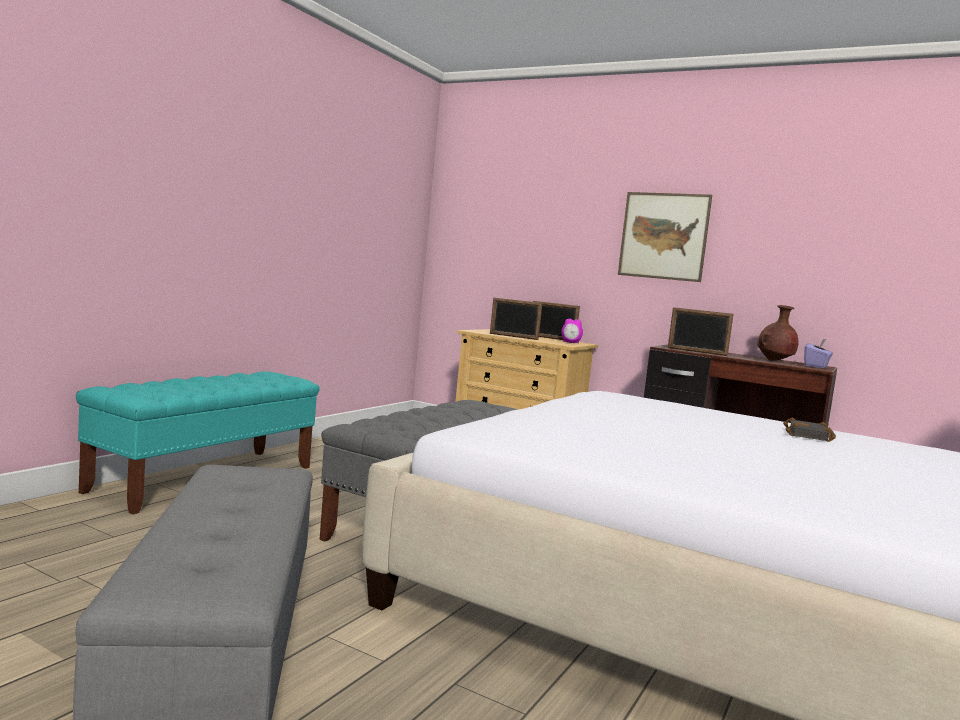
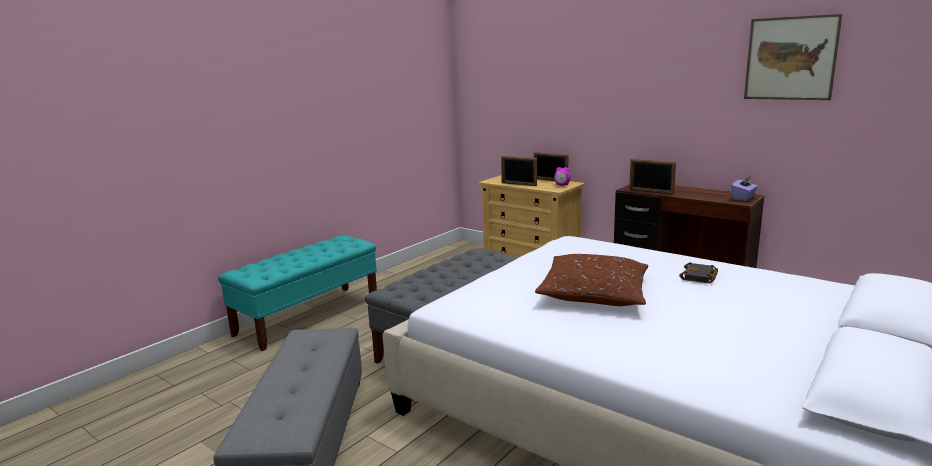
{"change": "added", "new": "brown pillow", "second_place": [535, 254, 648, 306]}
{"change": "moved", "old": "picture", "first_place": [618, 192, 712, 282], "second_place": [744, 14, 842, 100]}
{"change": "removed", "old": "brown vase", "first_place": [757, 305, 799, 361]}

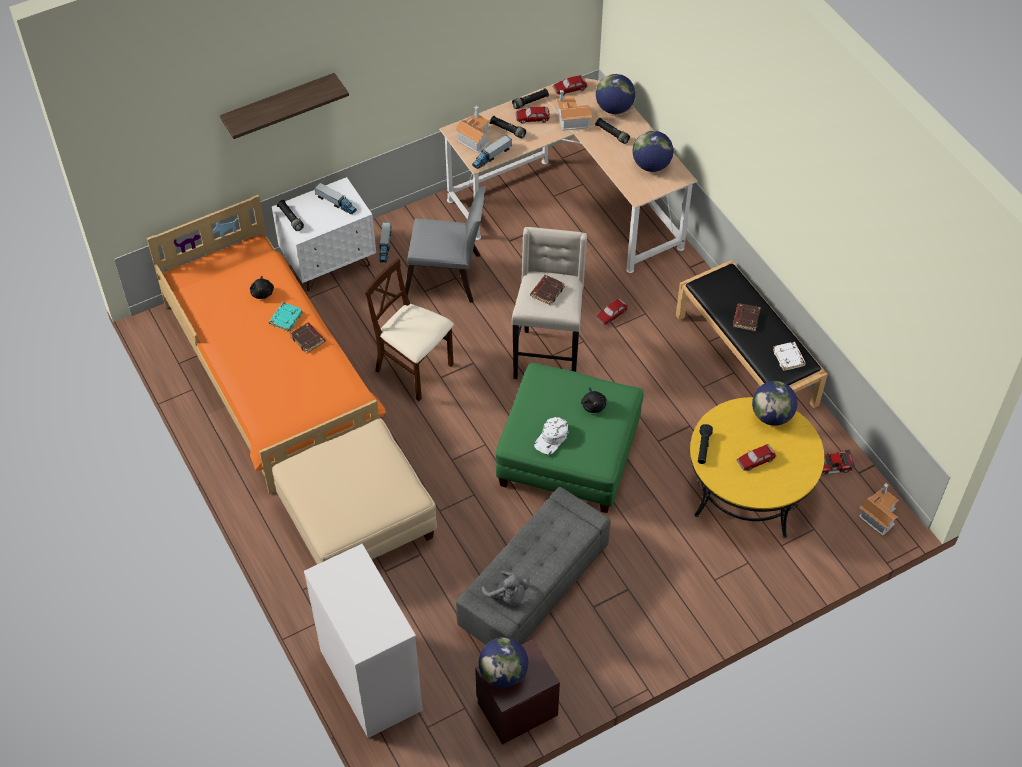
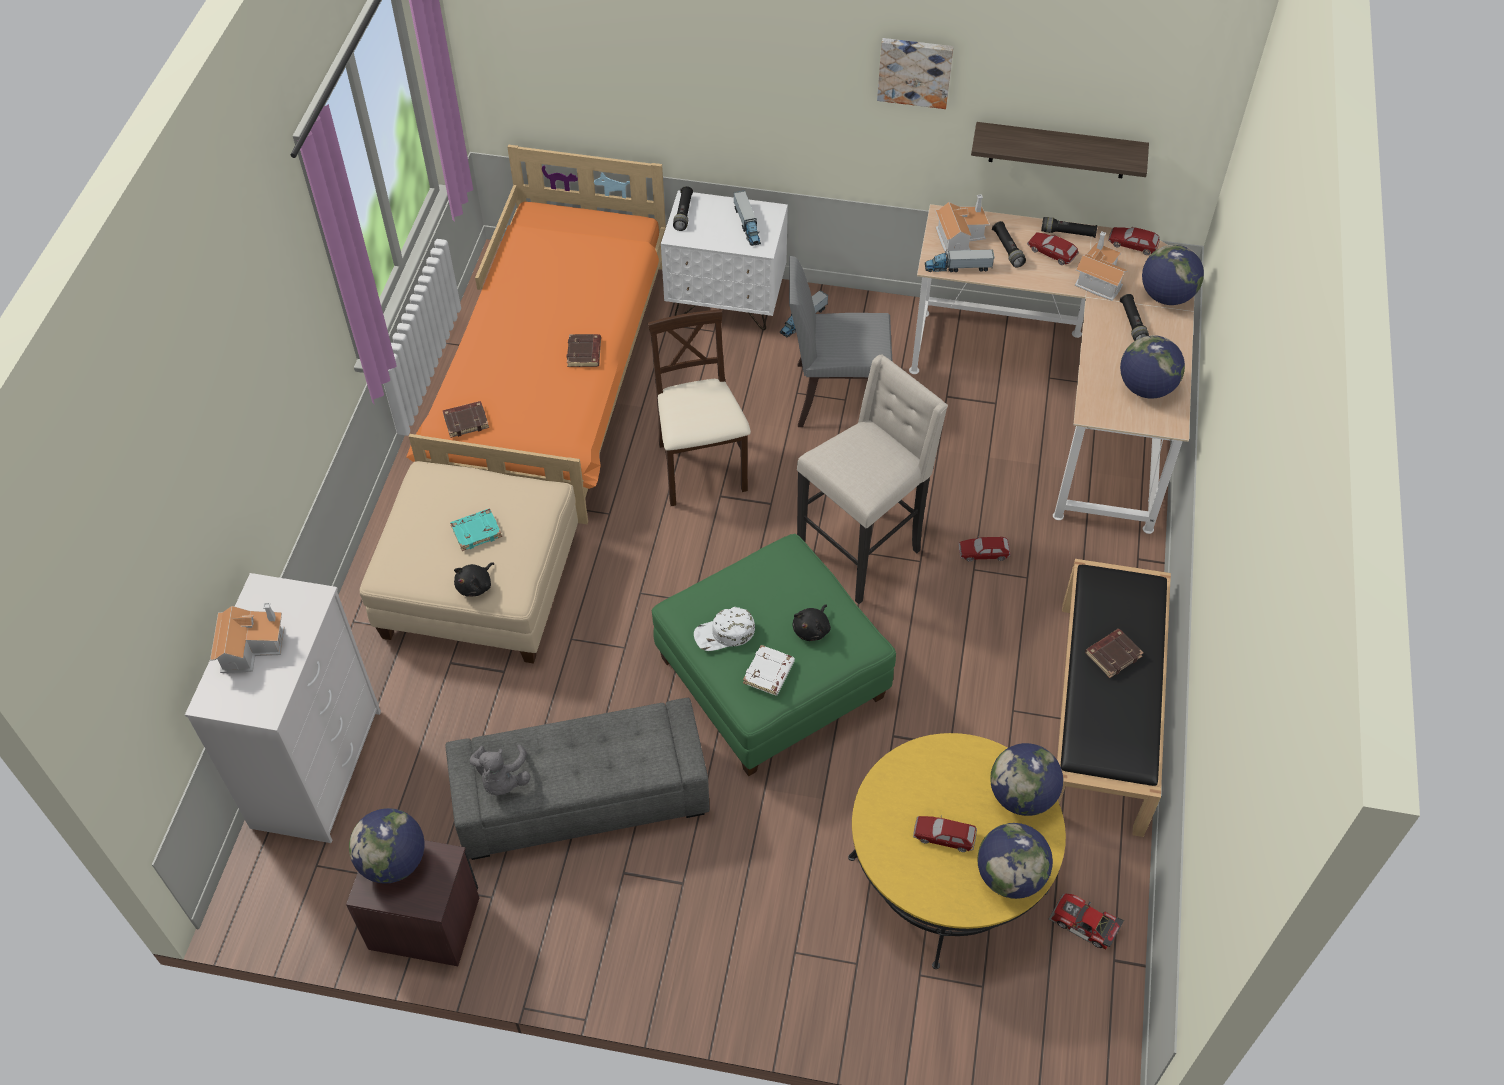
{"change": "moved", "old": "toy house", "first_place": [859, 483, 899, 536], "second_place": [210, 603, 285, 673]}
{"change": "moved", "old": "brown book", "first_place": [530, 275, 565, 306], "second_place": [443, 401, 489, 438]}
{"change": "moved", "old": "turquoise book", "first_place": [269, 302, 303, 332], "second_place": [450, 508, 502, 551]}
{"change": "moved", "old": "black plush toy", "first_place": [250, 276, 274, 299], "second_place": [454, 562, 494, 597]}
{"change": "moved", "old": "white book", "first_place": [773, 342, 806, 371], "second_place": [743, 645, 795, 695]}
{"change": "turned", "old": "grey chair", "first_place": [405, 186, 486, 303], "second_place": [789, 256, 893, 427], "degrees": 135}
{"change": "added", "new": "picture", "second_place": [877, 38, 954, 109]}
{"change": "moved", "old": "shelf", "first_place": [220, 73, 349, 139], "second_place": [971, 122, 1149, 178]}
{"change": "added", "new": "globe", "second_place": [977, 823, 1053, 899]}
{"change": "removed", "old": "black flashlight", "first_place": [698, 424, 713, 464]}

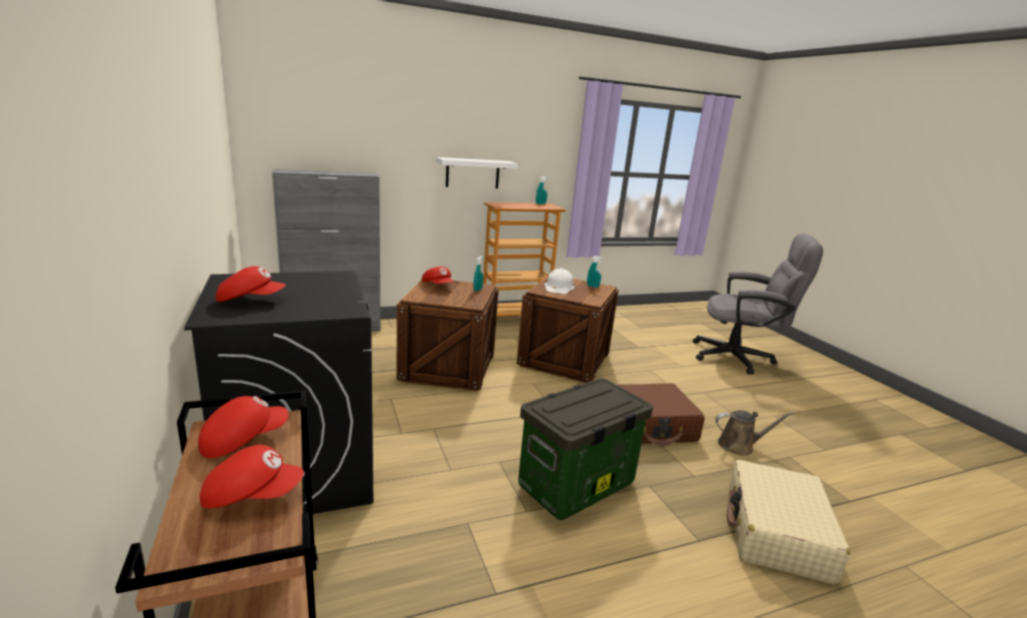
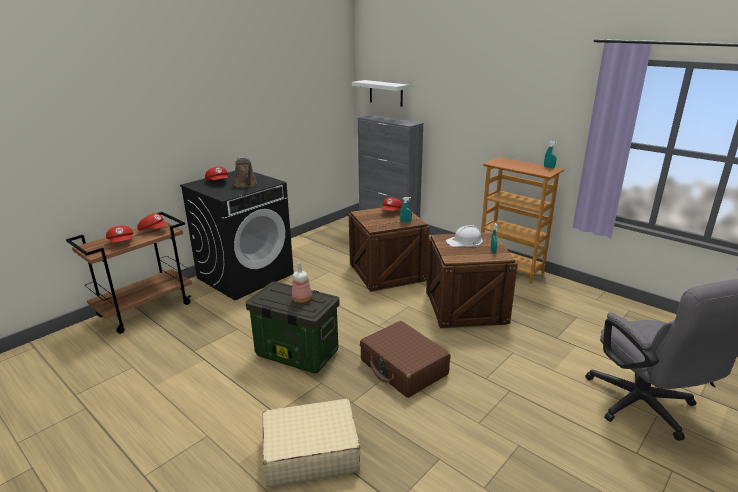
{"change": "moved", "old": "brown watering can", "first_place": [715, 410, 794, 456], "second_place": [234, 157, 257, 187]}
{"change": "added", "new": "bottle", "second_place": [292, 262, 312, 303]}
{"change": "moved", "old": "white shelf", "first_place": [436, 157, 518, 189], "second_place": [352, 80, 409, 107]}

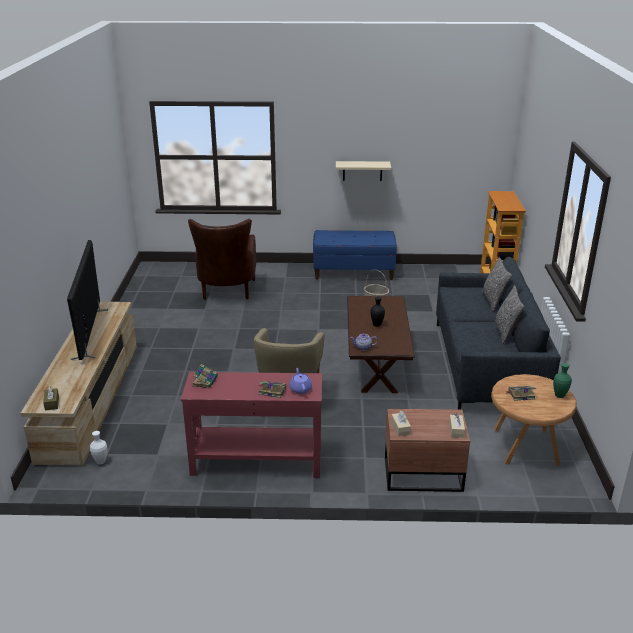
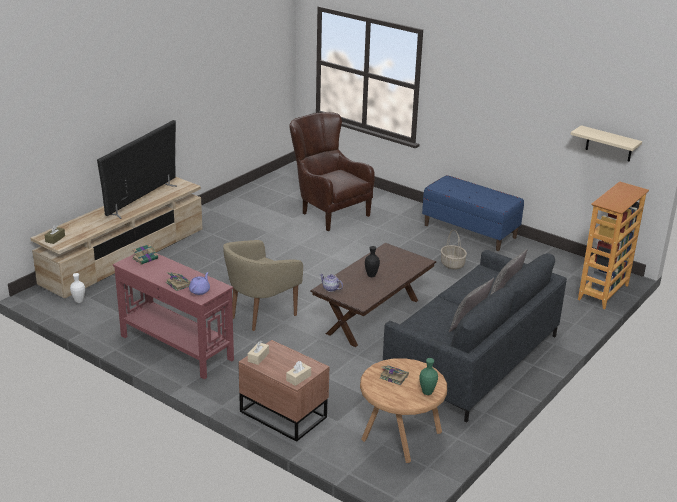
{"change": "turned", "old": "brown armchair", "first_place": [188, 219, 256, 299], "second_place": [289, 112, 375, 231], "degrees": 105}
{"change": "moved", "old": "beige shelf", "first_place": [336, 161, 391, 181], "second_place": [570, 125, 642, 162]}

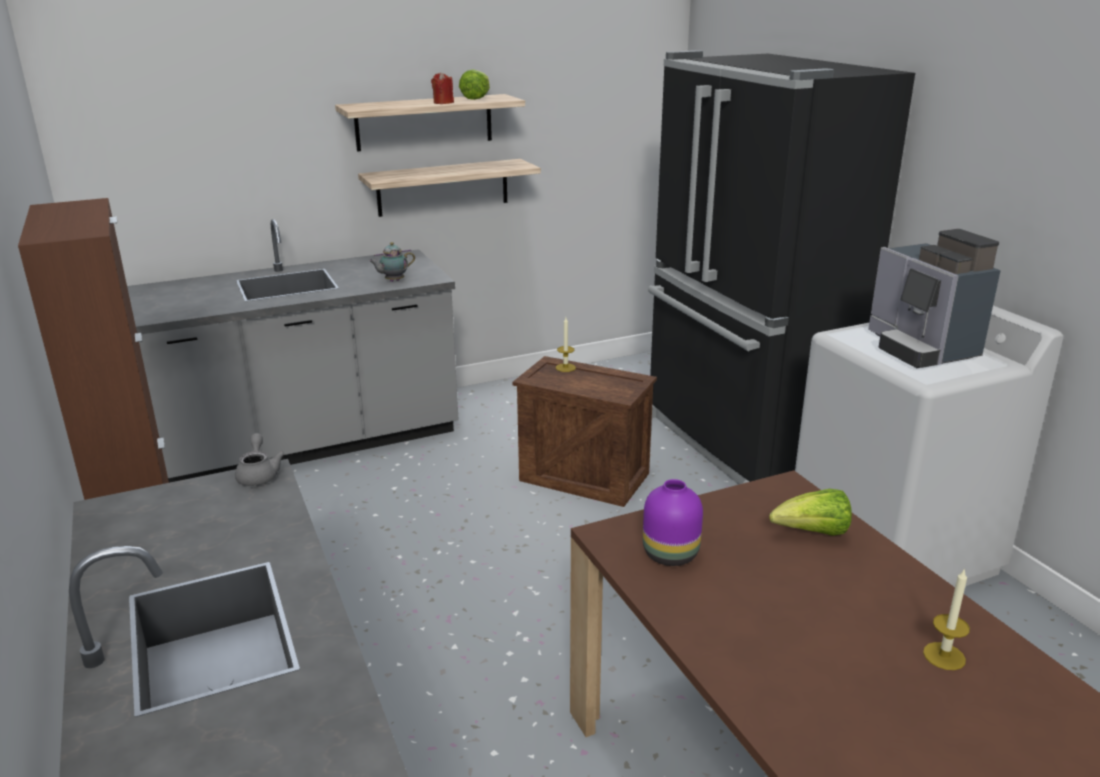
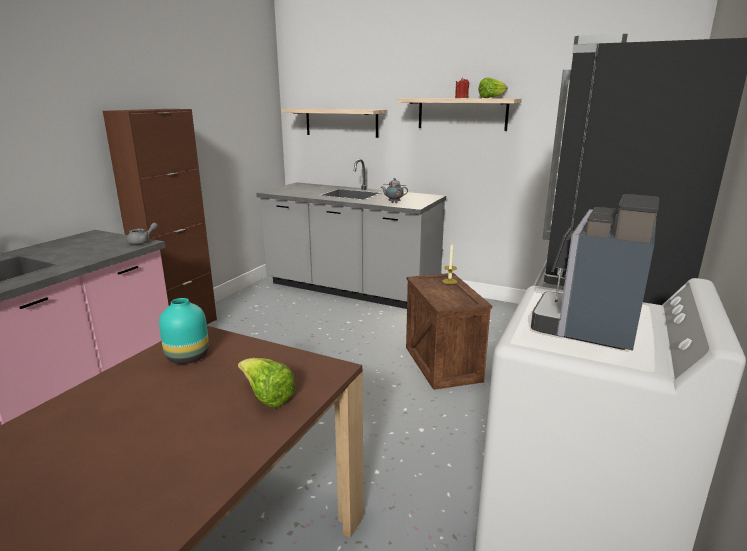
{"change": "recoloured", "old": "purple vase", "new": "turquoise vase", "first_place": [643, 479, 703, 566], "second_place": [159, 298, 209, 364]}
{"change": "moved", "old": "shelf", "first_place": [358, 159, 541, 217], "second_place": [281, 108, 388, 138]}
{"change": "removed", "old": "candle", "first_place": [923, 568, 970, 670]}

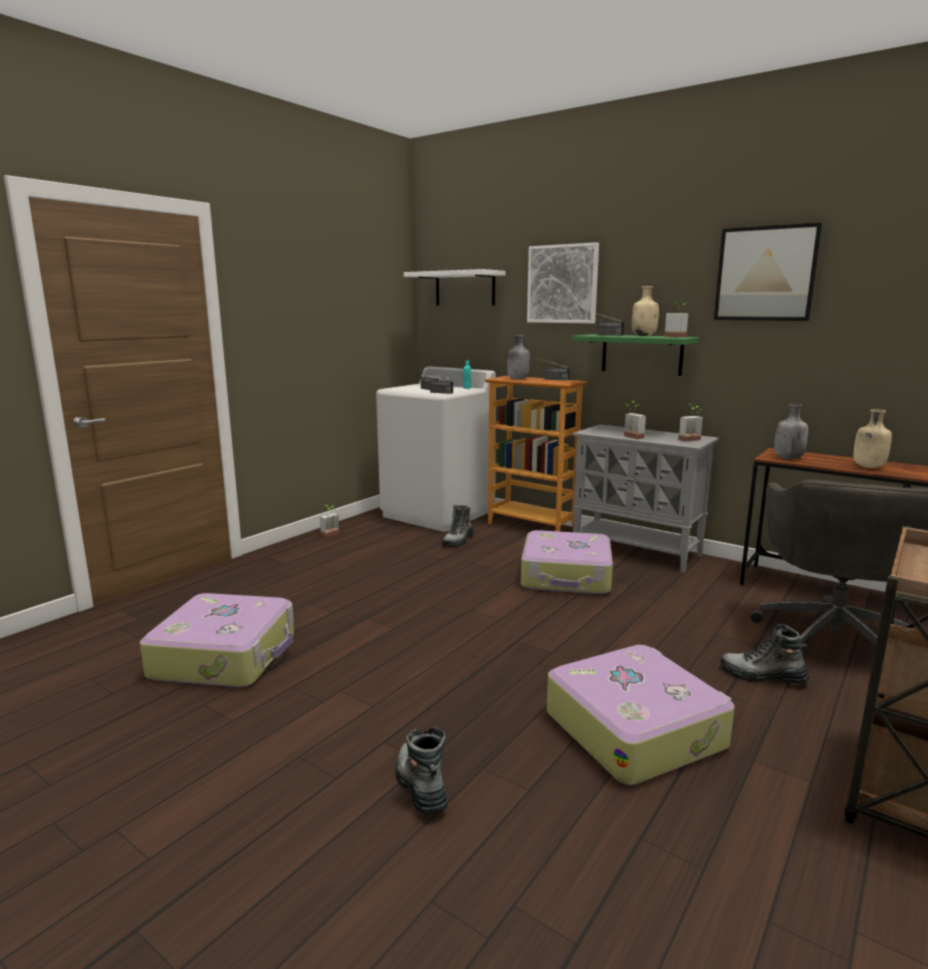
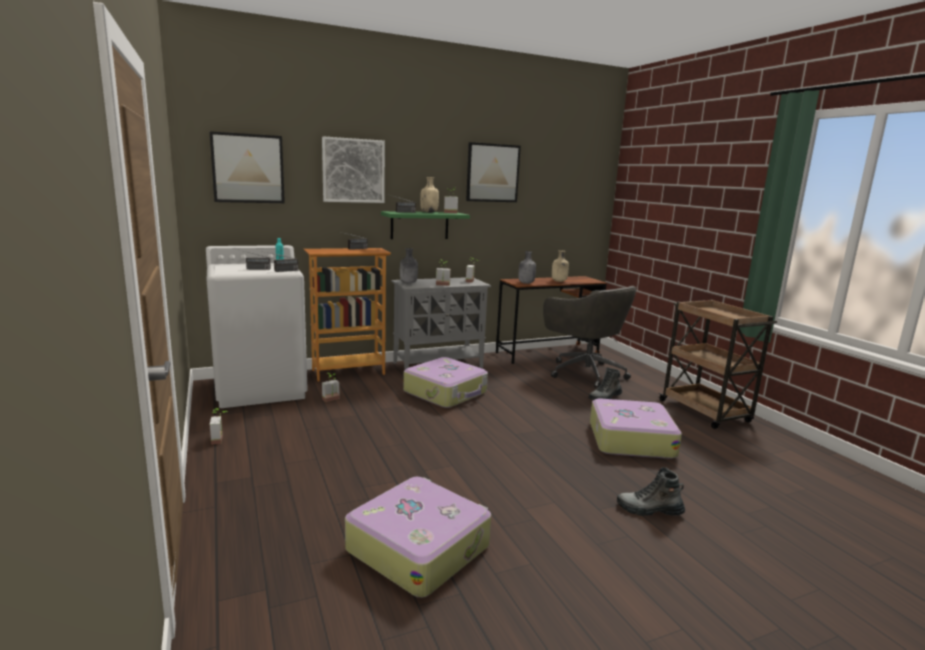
{"change": "replaced", "old": "white shelf", "new": "picture", "first_place": [404, 269, 506, 306], "second_place": [209, 131, 285, 203]}
{"change": "replaced", "old": "boot", "new": "potted plant", "first_place": [442, 505, 474, 547], "second_place": [322, 373, 340, 402]}
{"change": "moved", "old": "grey bottle", "first_place": [507, 335, 530, 379], "second_place": [400, 248, 418, 283]}

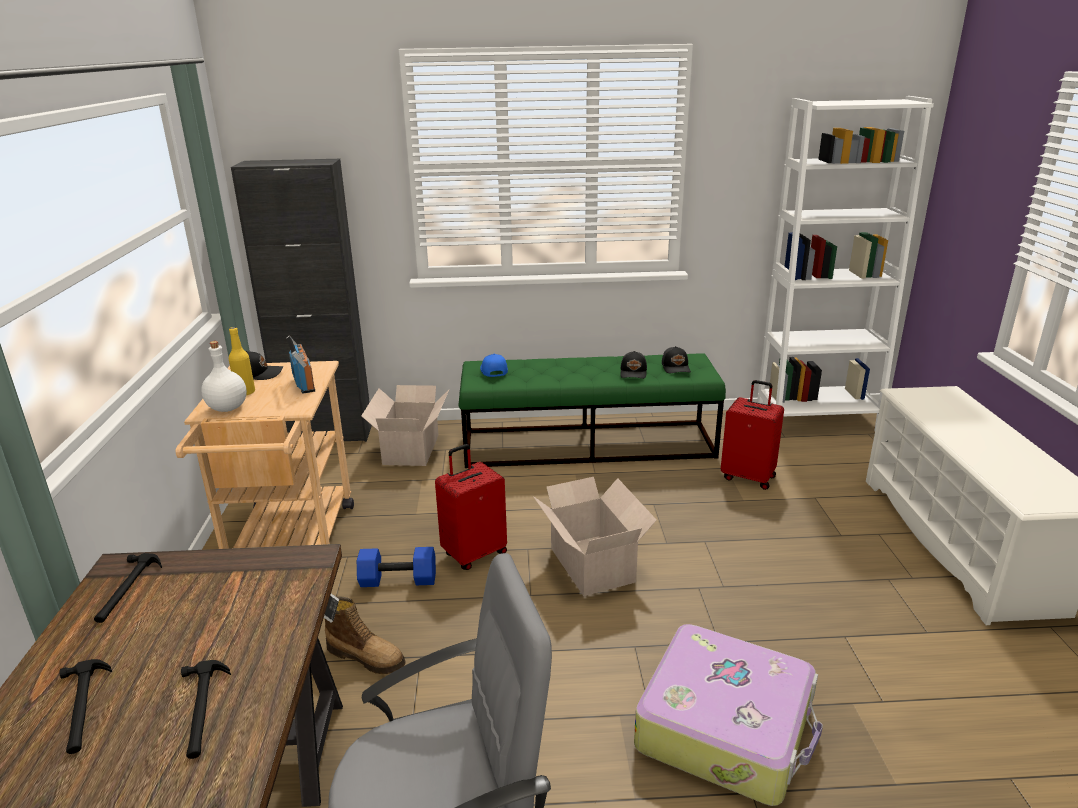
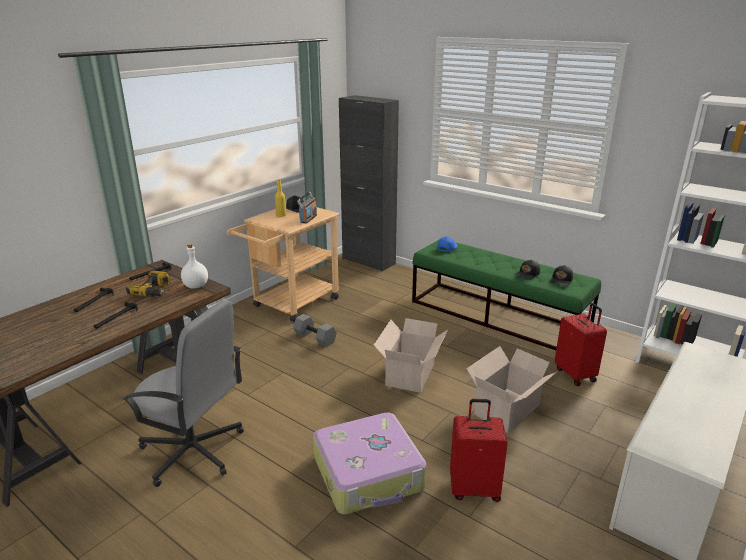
{"change": "added", "new": "power drill", "second_place": [126, 271, 170, 297]}
{"change": "moved", "old": "white bottle", "first_place": [201, 341, 247, 412], "second_place": [181, 243, 208, 289]}
{"change": "recoloured", "old": "blue dumbbell", "new": "grey dumbbell", "first_place": [357, 547, 436, 587], "second_place": [293, 314, 337, 347]}
{"change": "moved", "old": "red suitcase", "first_place": [435, 444, 507, 570], "second_place": [450, 399, 508, 502]}
{"change": "moved", "old": "cardboard box", "first_place": [361, 385, 449, 466], "second_place": [466, 346, 558, 432]}
{"change": "removed", "old": "boot", "first_place": [325, 596, 406, 674]}

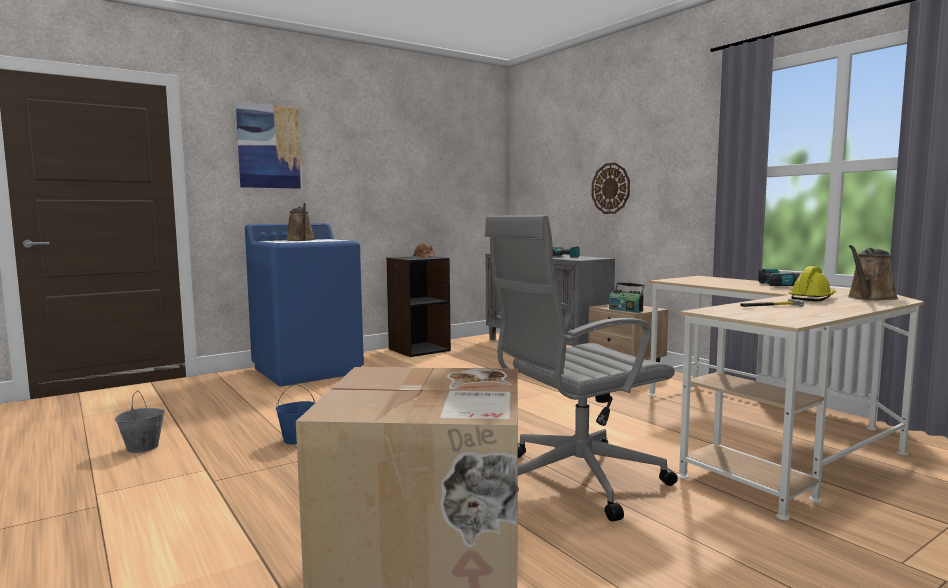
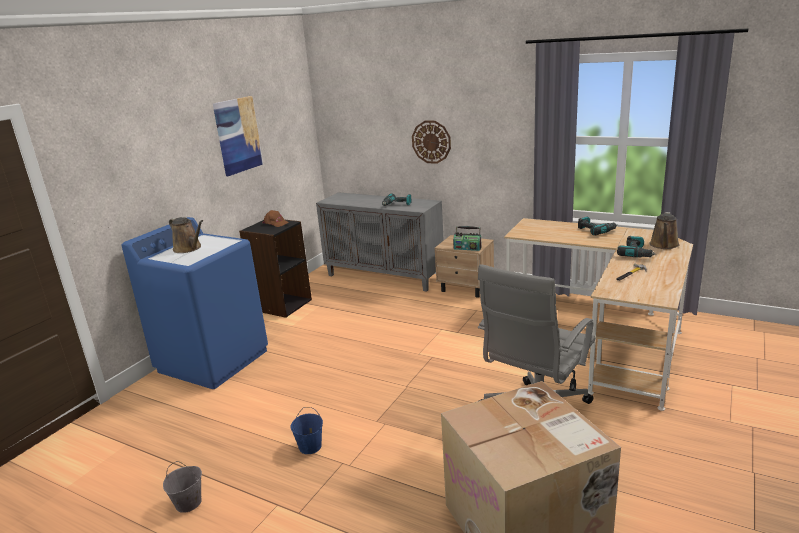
{"change": "moved", "old": "picture", "first_place": [236, 102, 302, 189], "second_place": [213, 96, 263, 176]}
{"change": "replaced", "old": "yellow hard hat", "new": "power drill", "first_place": [789, 266, 836, 301], "second_place": [617, 236, 656, 257]}

